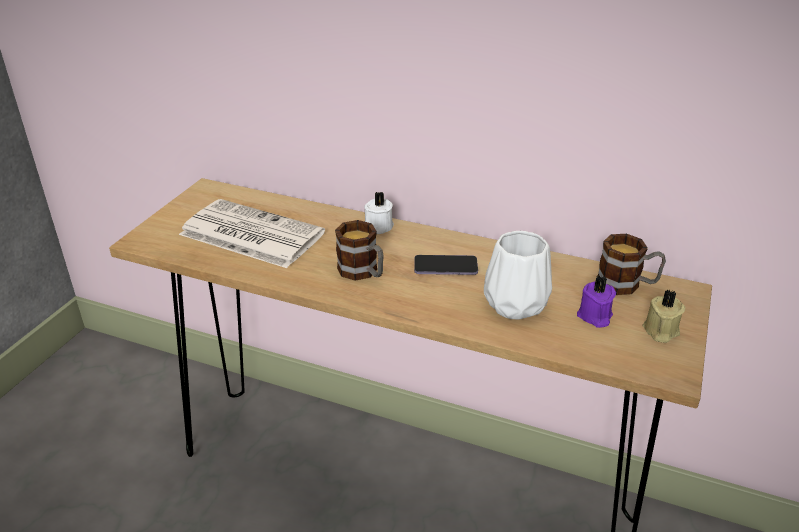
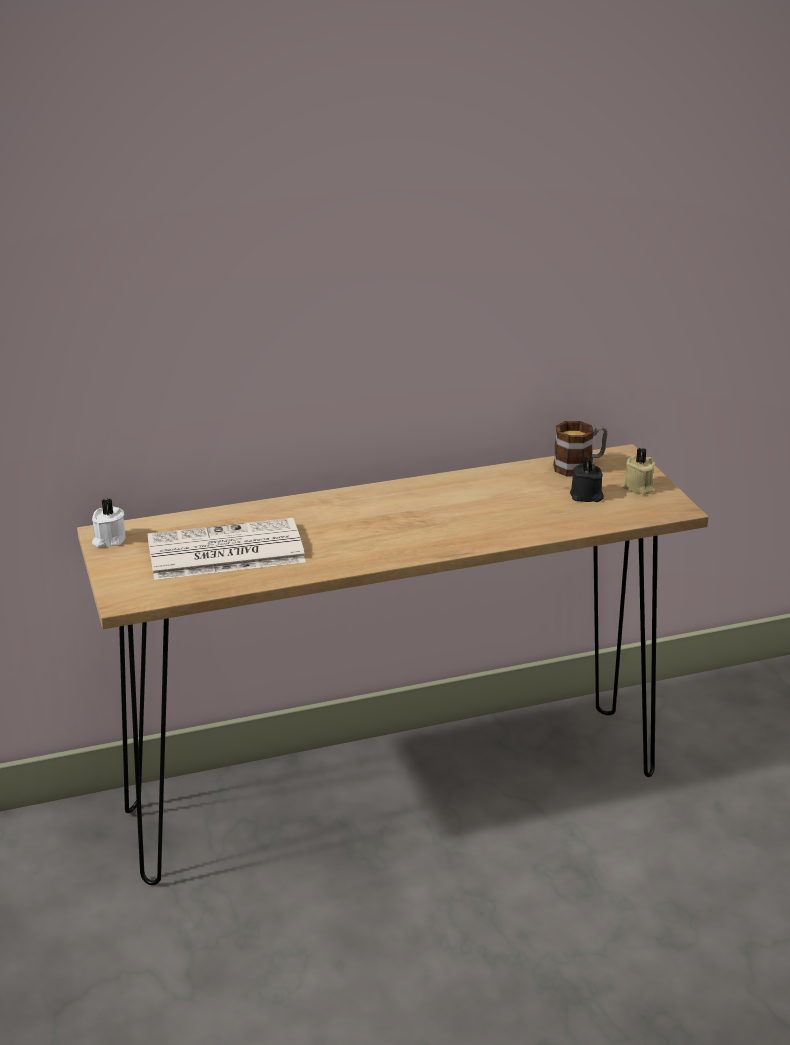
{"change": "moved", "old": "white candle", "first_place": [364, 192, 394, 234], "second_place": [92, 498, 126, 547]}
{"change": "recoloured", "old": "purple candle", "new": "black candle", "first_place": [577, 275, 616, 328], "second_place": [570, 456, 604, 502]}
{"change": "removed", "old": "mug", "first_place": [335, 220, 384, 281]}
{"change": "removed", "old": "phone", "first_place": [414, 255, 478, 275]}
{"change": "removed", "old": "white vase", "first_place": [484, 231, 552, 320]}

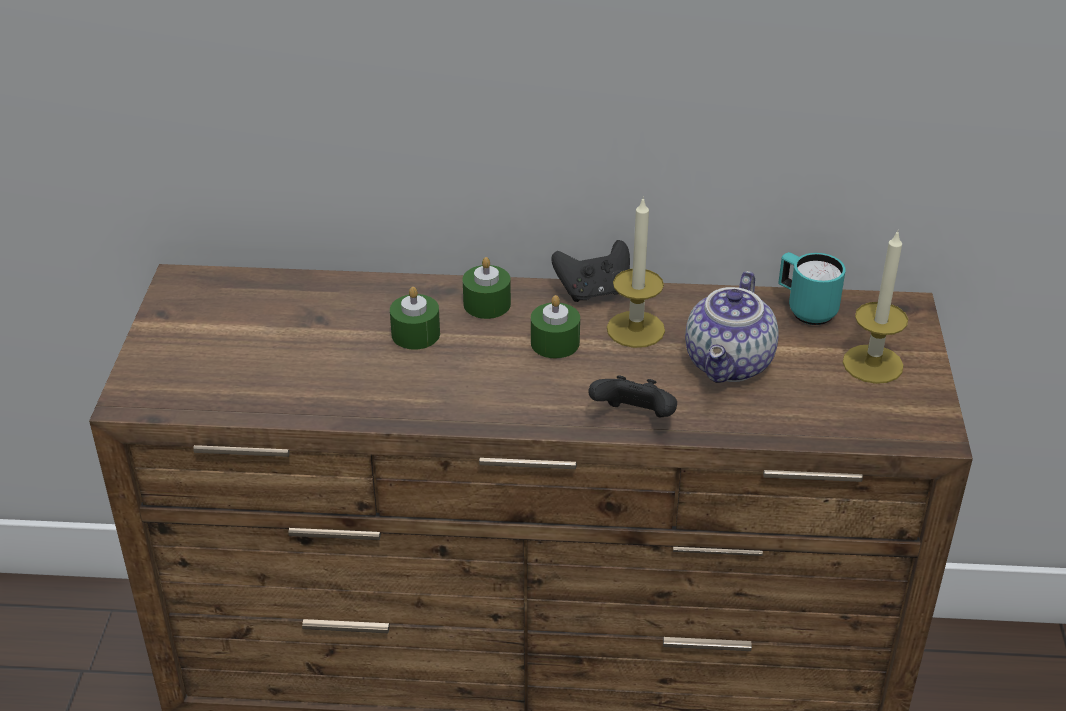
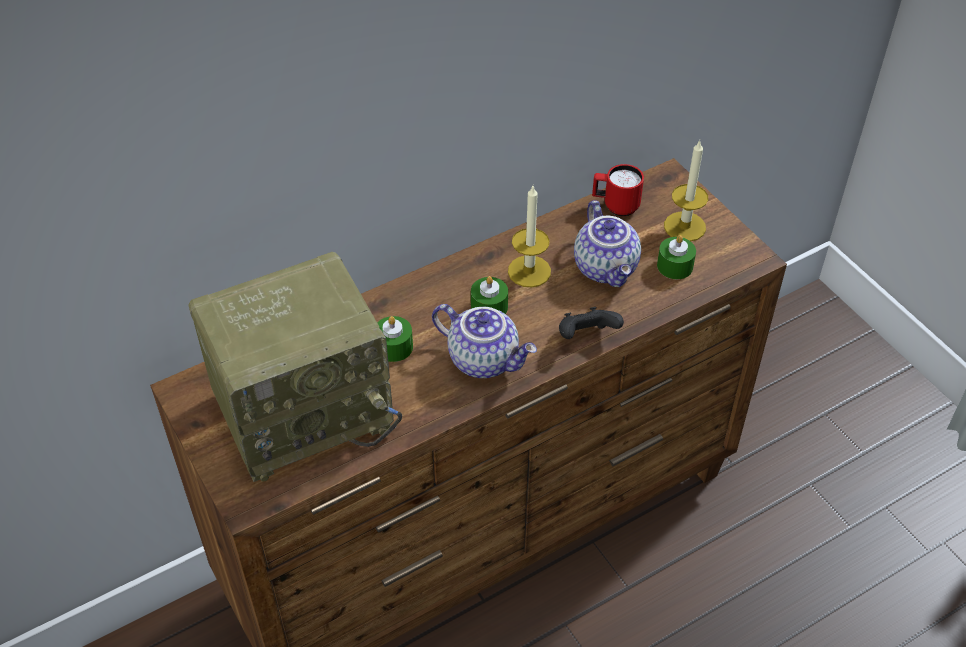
{"change": "added", "new": "radio", "second_place": [188, 252, 402, 482]}
{"change": "added", "new": "teapot", "second_place": [432, 304, 537, 378]}
{"change": "recoloured", "old": "turquoise mug", "new": "red mug", "first_place": [778, 252, 846, 325], "second_place": [592, 164, 644, 216]}
{"change": "moved", "old": "green candle", "first_place": [463, 257, 511, 319], "second_place": [657, 235, 696, 279]}
{"change": "removed", "old": "black game controller", "first_place": [551, 240, 630, 302]}

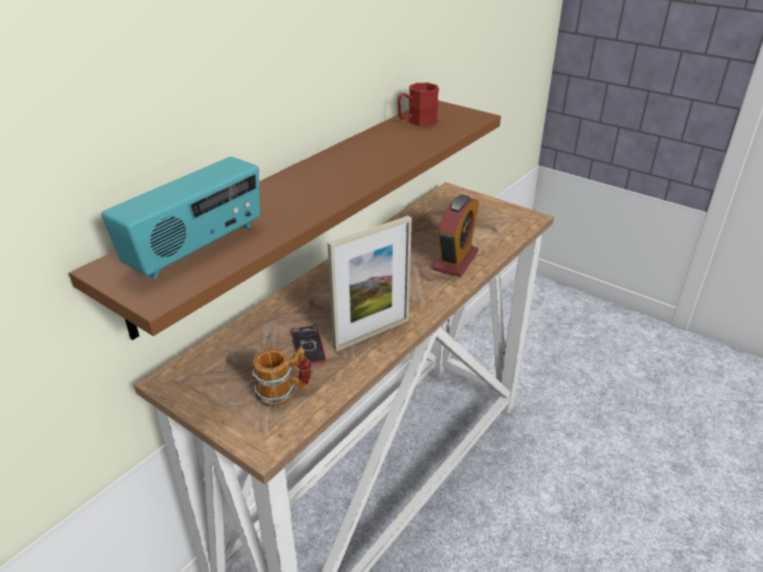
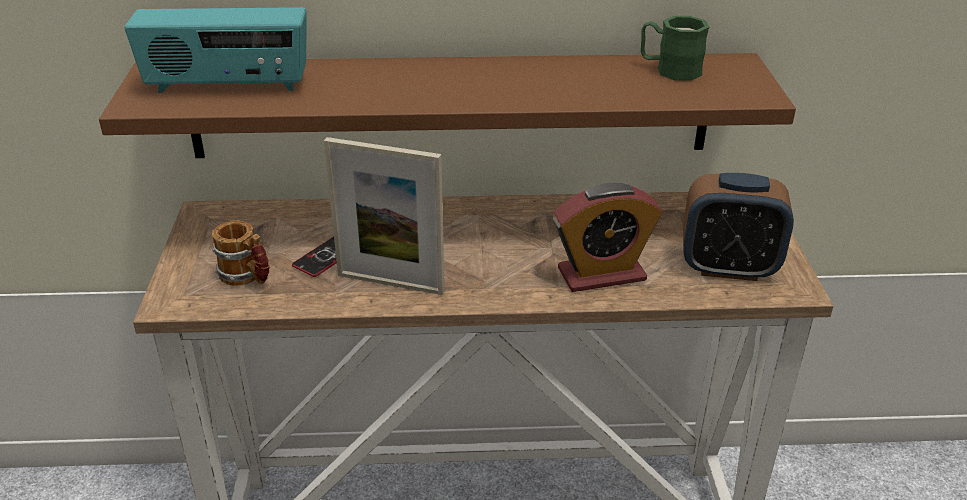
{"change": "recoloured", "old": "red mug", "new": "green mug", "first_place": [398, 83, 439, 126], "second_place": [641, 16, 709, 81]}
{"change": "added", "new": "alarm clock", "second_place": [683, 173, 794, 281]}

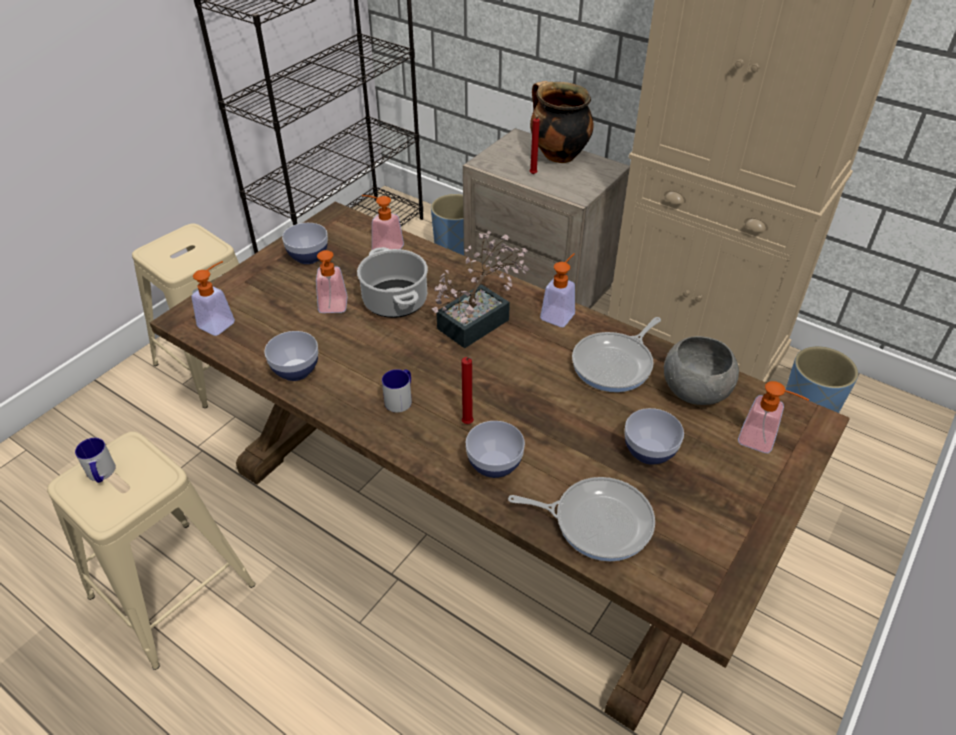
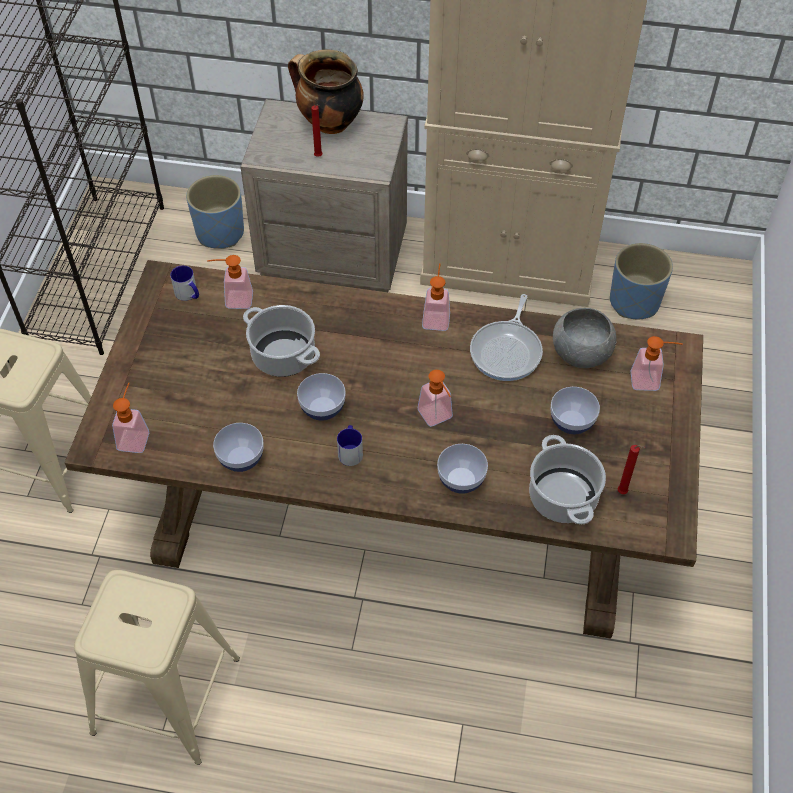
{"change": "moved", "old": "mug", "first_place": [75, 438, 116, 483], "second_place": [170, 265, 199, 301]}
{"change": "moved", "old": "bowl", "first_place": [282, 223, 328, 264], "second_place": [297, 373, 346, 421]}
{"change": "moved", "old": "soap dispenser", "first_place": [316, 250, 348, 313], "second_place": [418, 370, 453, 427]}
{"change": "replaced", "old": "frying pan", "new": "cooking pot", "first_place": [508, 477, 655, 561], "second_place": [529, 435, 606, 524]}
{"change": "moved", "old": "red candle", "first_place": [462, 357, 474, 424], "second_place": [618, 445, 645, 494]}
{"change": "removed", "old": "potted plant", "first_place": [432, 231, 529, 348]}

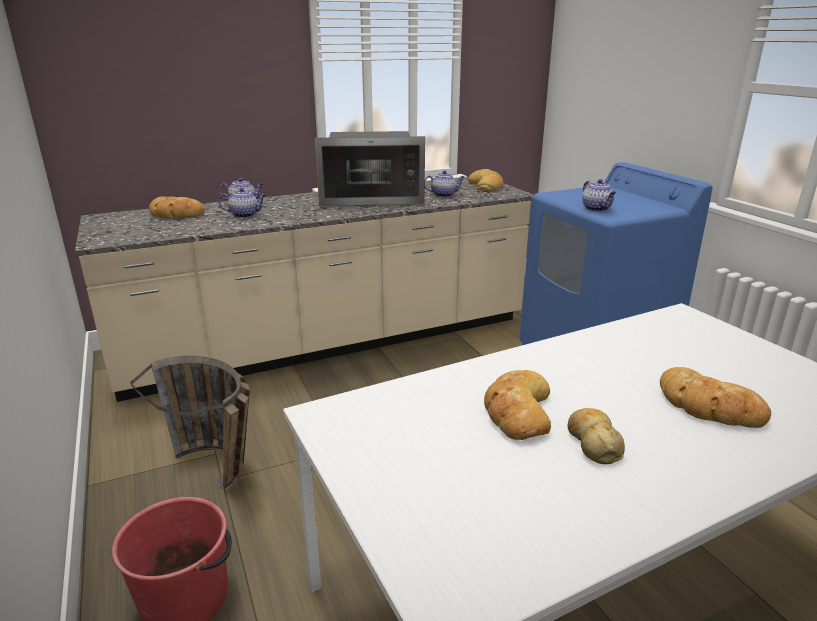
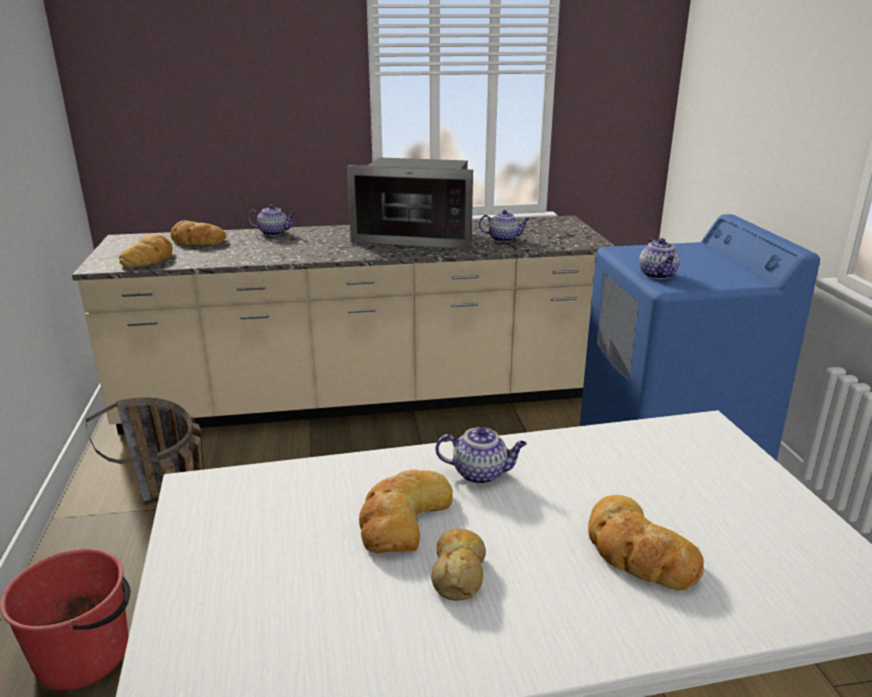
{"change": "moved", "old": "bread", "first_place": [468, 169, 503, 191], "second_place": [119, 234, 173, 268]}
{"change": "moved", "old": "teapot", "first_place": [218, 188, 266, 218], "second_place": [435, 427, 527, 484]}

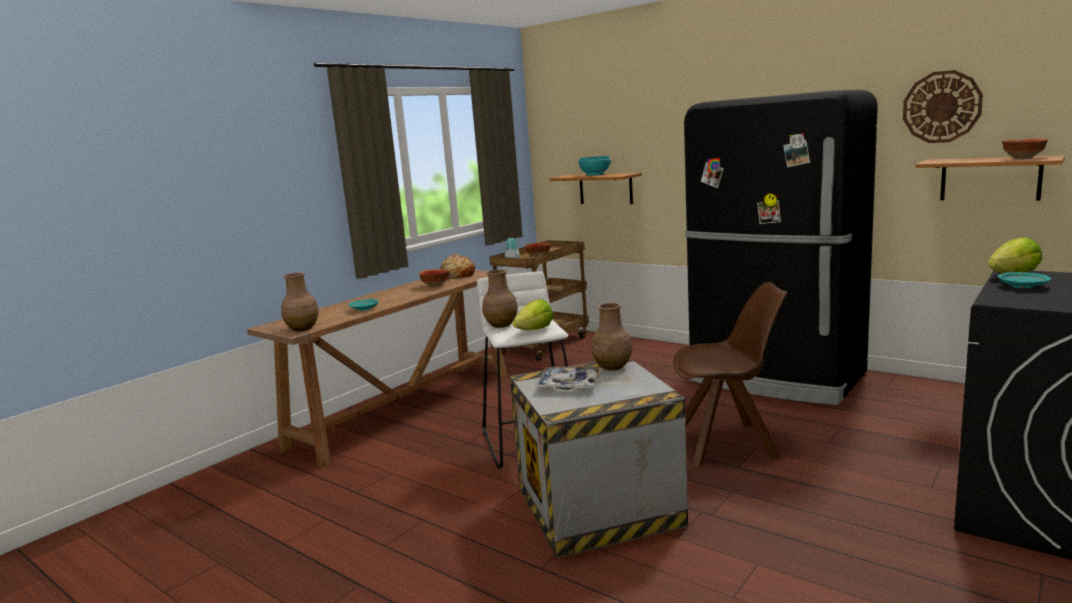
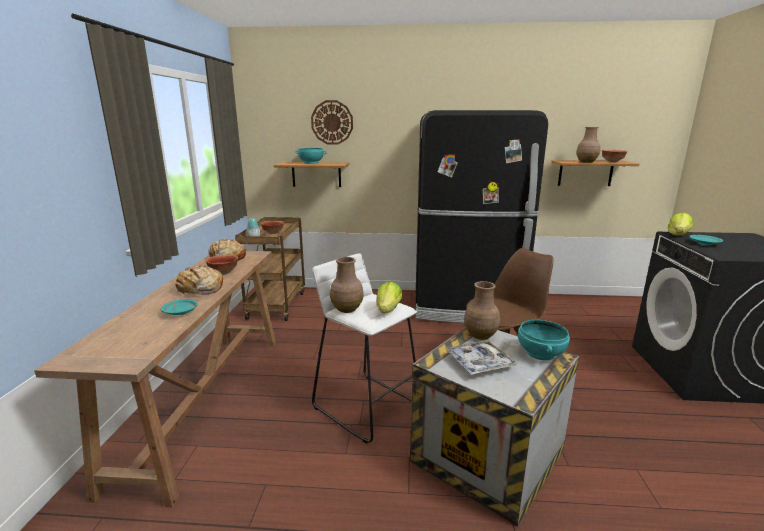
{"change": "added", "new": "bread", "second_place": [175, 265, 223, 295]}
{"change": "moved", "old": "wall clock", "first_place": [903, 70, 983, 143], "second_place": [311, 100, 353, 145]}
{"change": "added", "new": "turquoise bowl", "second_place": [518, 320, 570, 360]}
{"change": "moved", "old": "brown vase", "first_place": [281, 272, 319, 331], "second_place": [576, 127, 600, 163]}

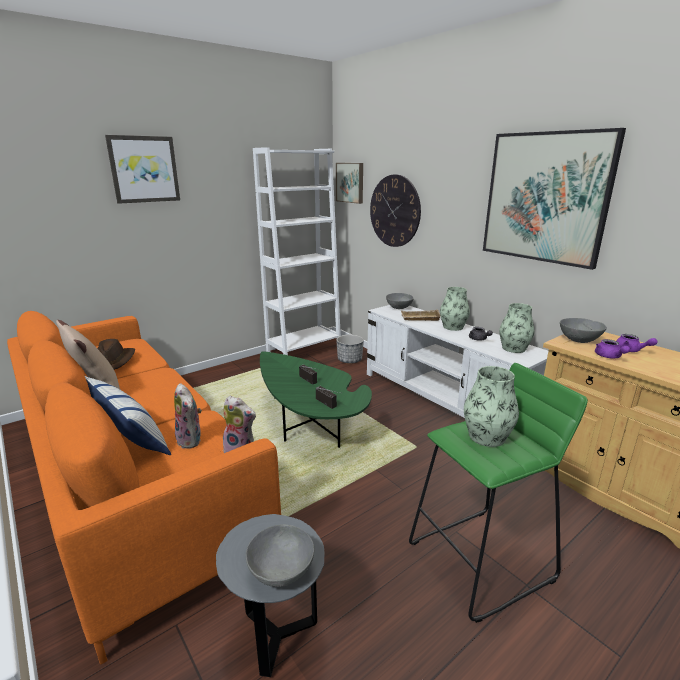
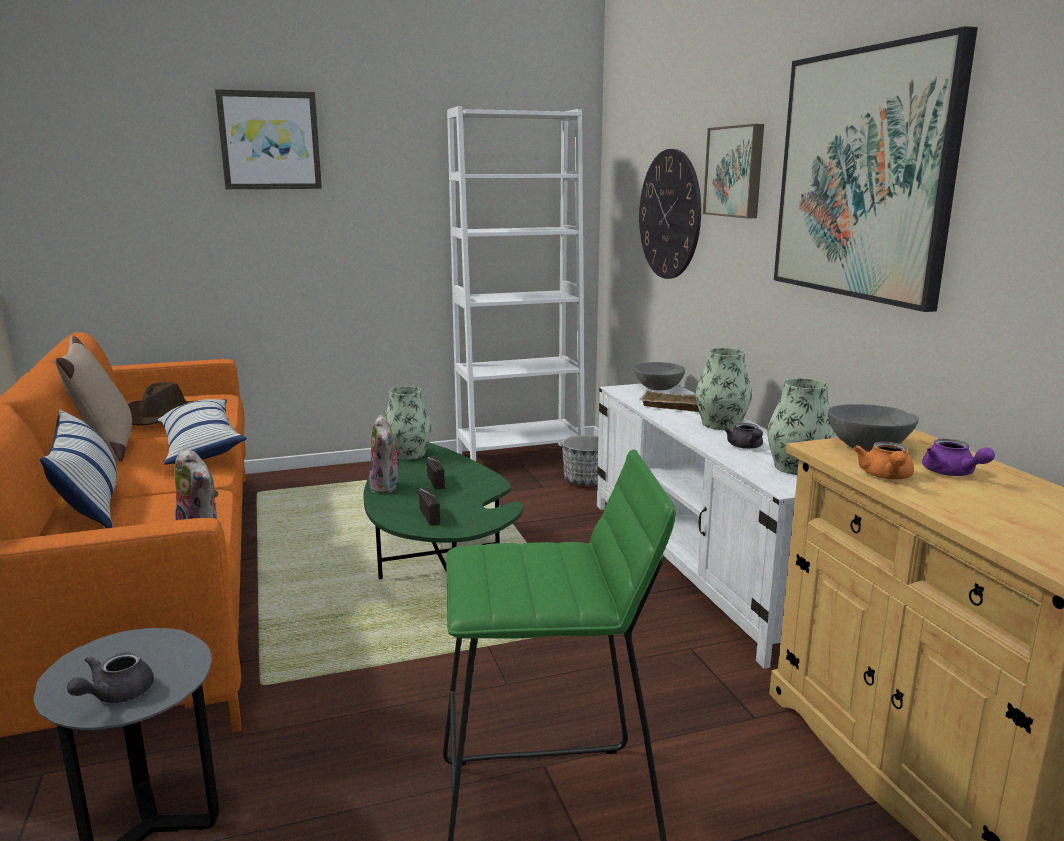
{"change": "replaced", "old": "grey bowl", "new": "grey teapot", "first_place": [246, 524, 314, 587], "second_place": [67, 652, 154, 703]}
{"change": "added", "new": "pillow", "second_place": [157, 399, 247, 465]}
{"change": "moved", "old": "plush toy", "first_place": [174, 383, 202, 449], "second_place": [369, 415, 402, 494]}
{"change": "moved", "old": "vase", "first_place": [464, 366, 519, 447], "second_place": [385, 386, 432, 460]}
{"change": "moved", "old": "picture", "first_place": [336, 163, 363, 204], "second_place": [703, 124, 764, 218]}
{"change": "recoloured", "old": "purple teapot", "new": "orange teapot", "first_place": [595, 339, 630, 358], "second_place": [853, 442, 914, 480]}

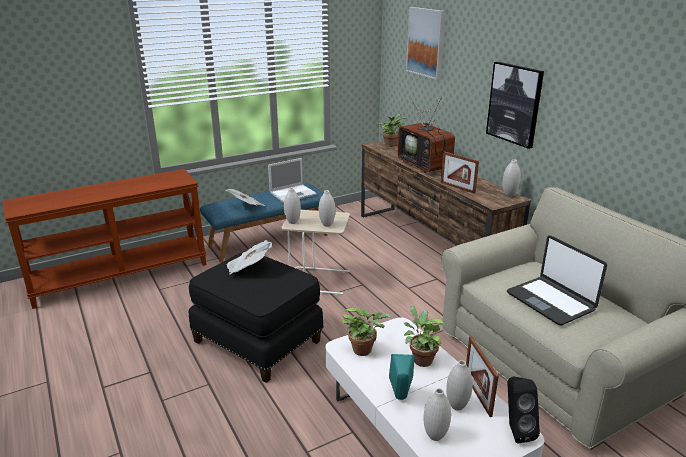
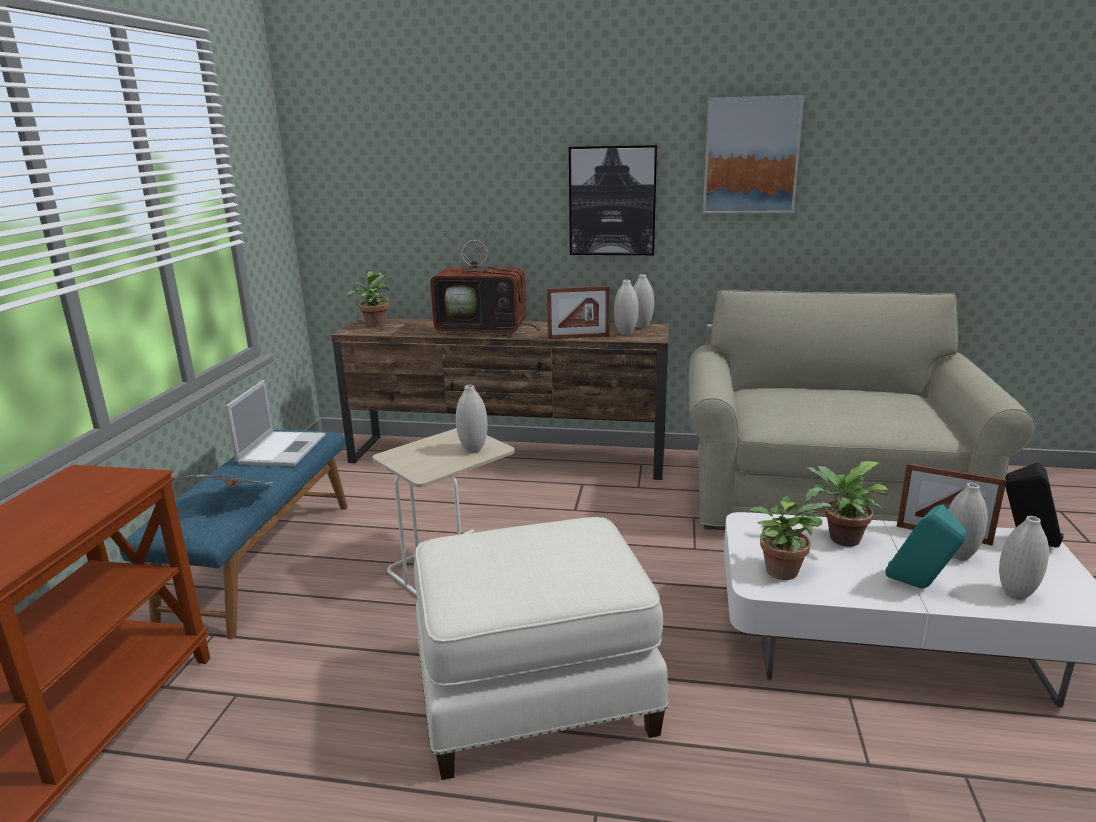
{"change": "recoloured", "old": "black ottoman", "new": "white ottoman", "first_place": [189, 251, 324, 383], "second_place": [414, 517, 668, 780]}
{"change": "moved", "old": "white vase", "first_place": [284, 188, 301, 224], "second_place": [614, 280, 639, 335]}
{"change": "moved", "old": "picture", "first_place": [406, 7, 445, 80], "second_place": [703, 95, 805, 213]}
{"change": "removed", "old": "newspaper", "first_place": [227, 240, 272, 274]}
{"change": "removed", "old": "laptop", "first_place": [507, 235, 607, 325]}

